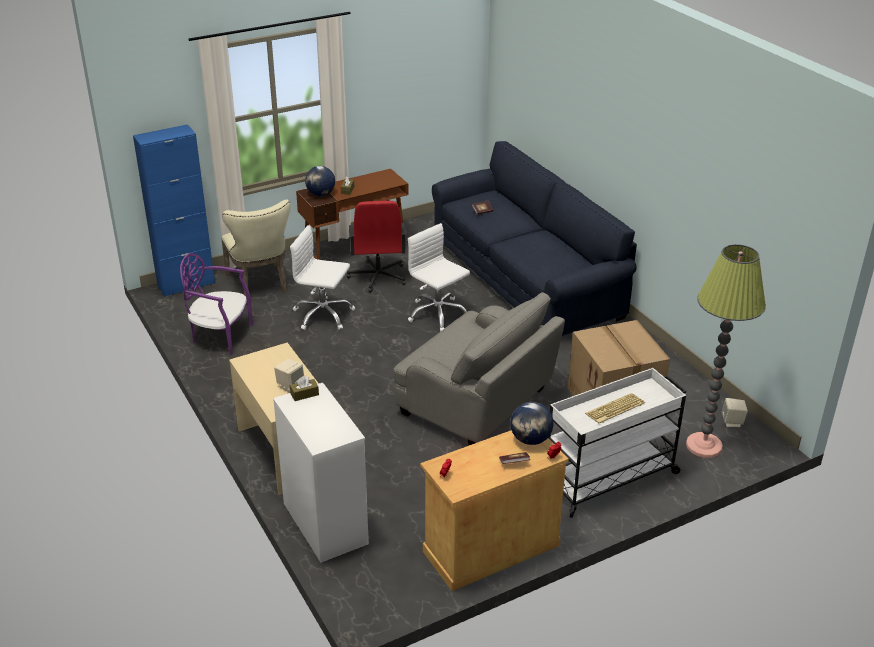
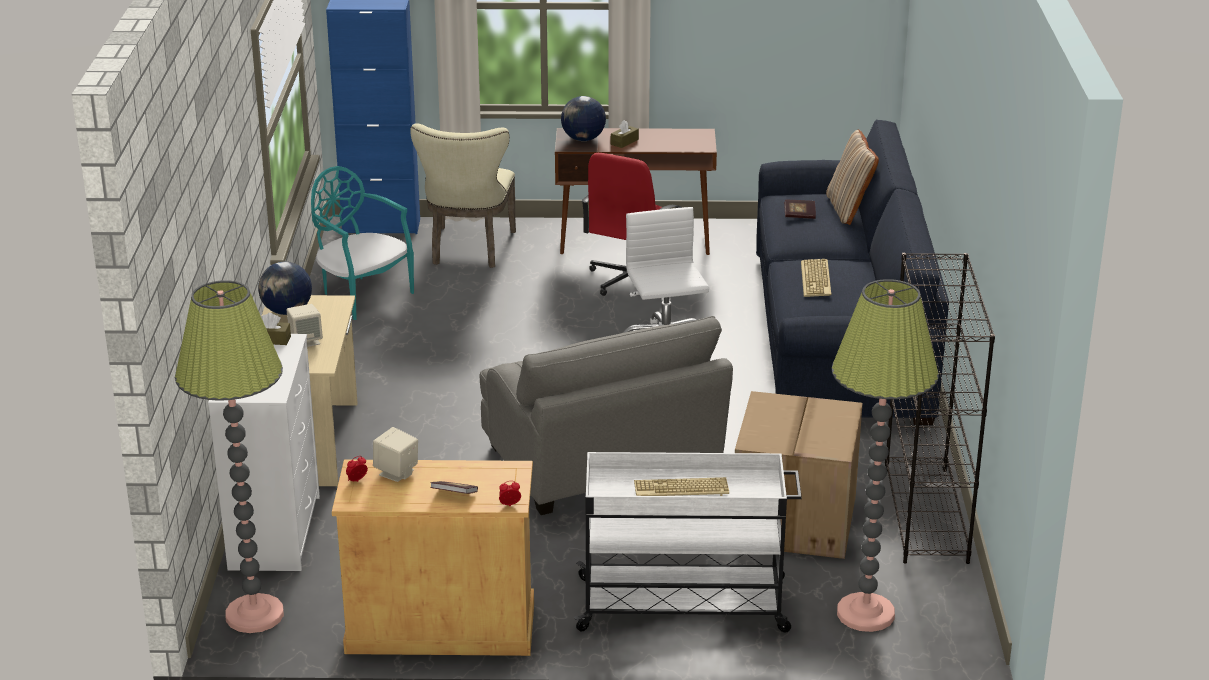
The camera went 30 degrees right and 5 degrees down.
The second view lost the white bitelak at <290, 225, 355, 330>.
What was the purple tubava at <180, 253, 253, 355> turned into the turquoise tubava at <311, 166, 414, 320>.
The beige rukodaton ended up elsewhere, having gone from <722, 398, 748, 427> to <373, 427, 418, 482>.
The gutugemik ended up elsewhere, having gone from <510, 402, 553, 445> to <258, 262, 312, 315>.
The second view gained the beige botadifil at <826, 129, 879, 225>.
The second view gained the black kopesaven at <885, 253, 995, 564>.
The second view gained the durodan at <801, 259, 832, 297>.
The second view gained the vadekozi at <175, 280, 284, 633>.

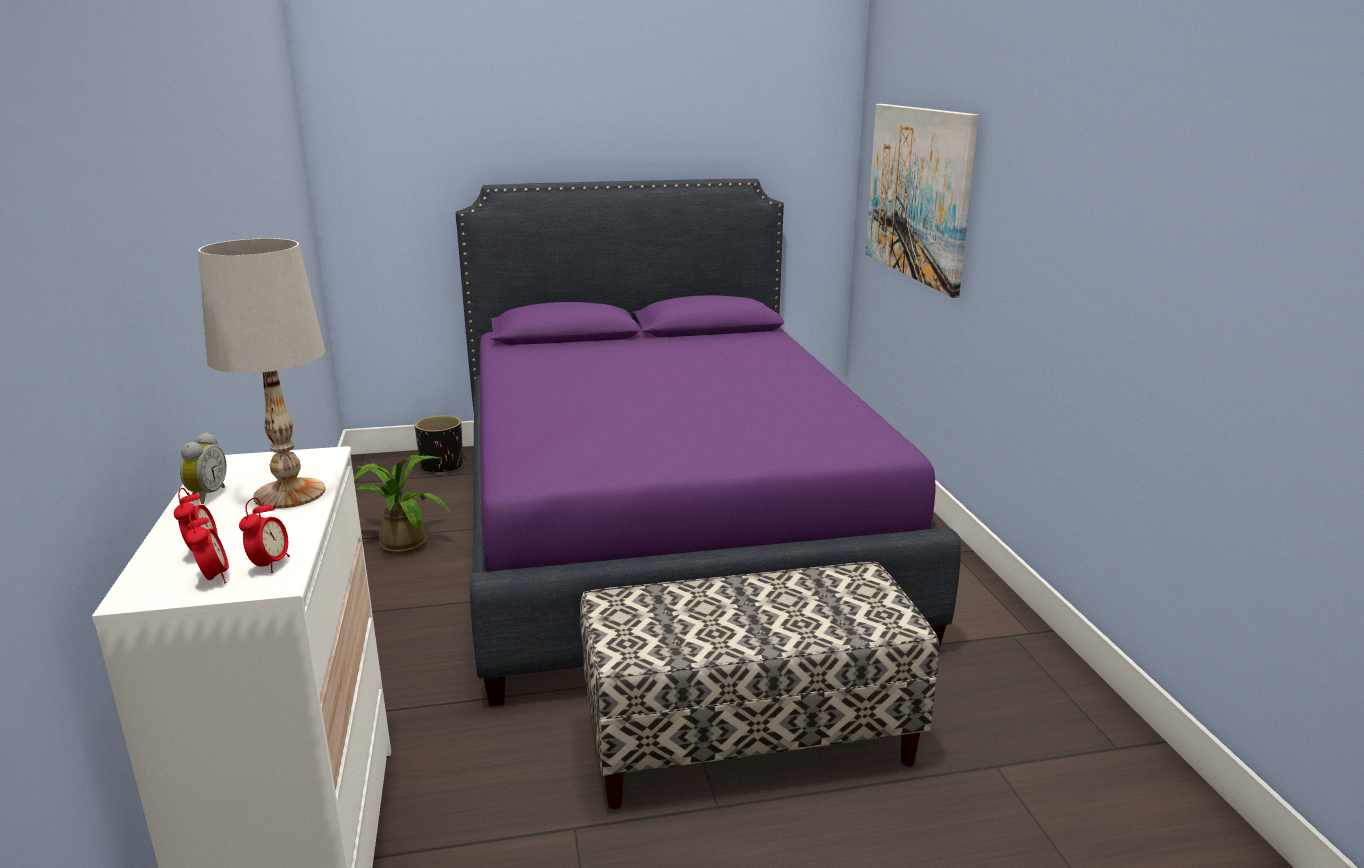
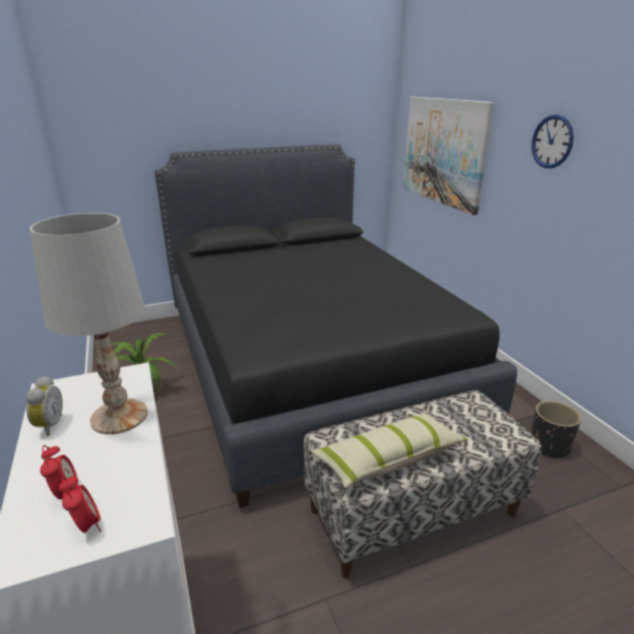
The camera went 10 degrees left and 5 degrees up.
What was the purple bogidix at <456, 179, 961, 706> turned into the black bogidix at <155, 144, 517, 508>.
The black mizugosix ended up elsewhere, having gone from <415, 415, 463, 475> to <531, 401, 581, 459>.
The second view lost the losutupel at <239, 498, 290, 573>.
The second view gained the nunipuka at <532, 114, 574, 168>.
The second view gained the botadifil at <311, 413, 468, 488>.

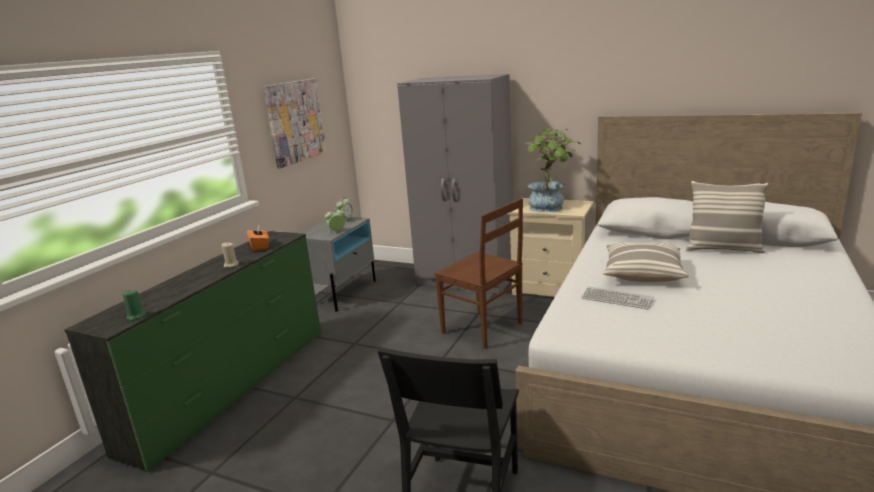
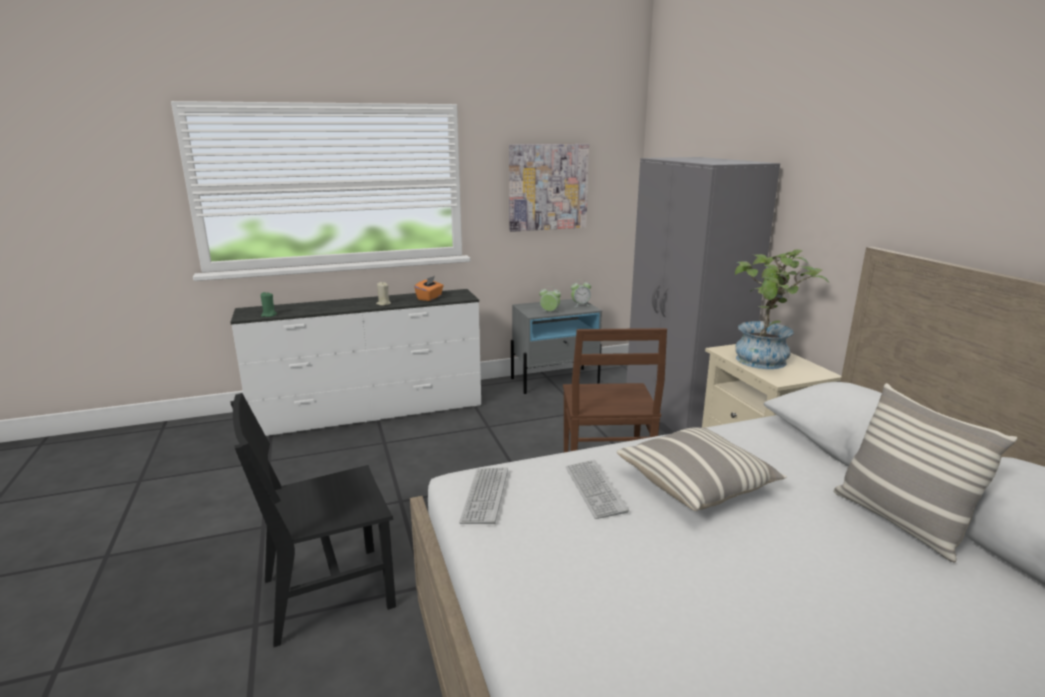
The camera went 45 degrees right and 0 degrees up.
What was the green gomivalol at <64, 231, 321, 473> turned into the white gomivalol at <231, 289, 481, 436>.
The second view gained the durodan at <459, 467, 508, 524>.

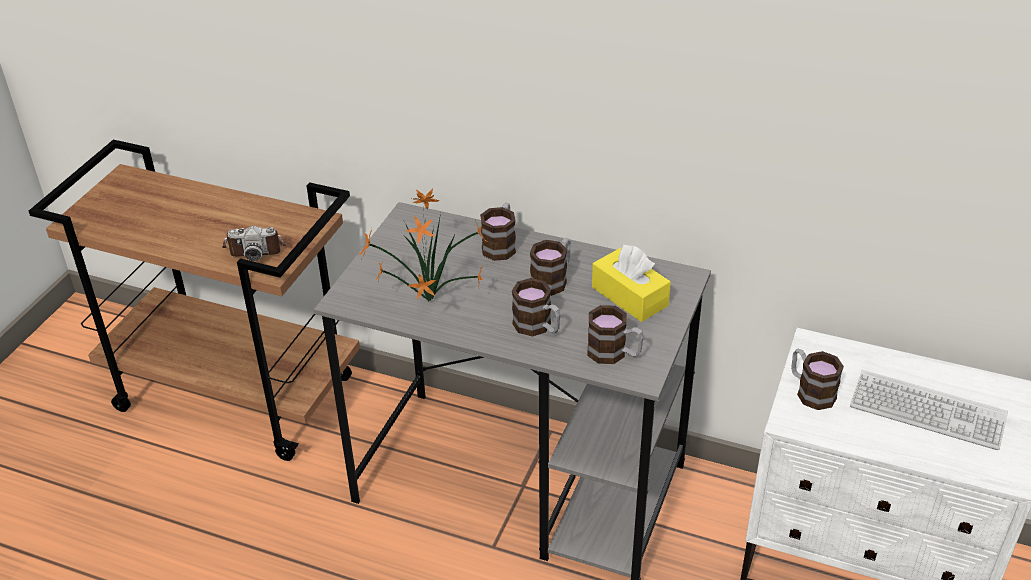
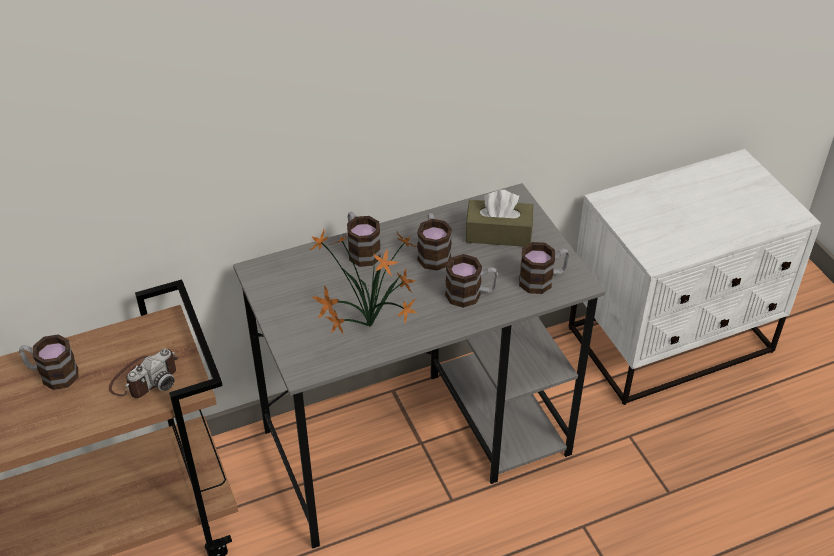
The camera went 45 degrees left and 5 degrees up.
What was the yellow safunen at <592, 245, 671, 322> turned into the brown safunen at <466, 190, 533, 247>.
The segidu ended up elsewhere, having gone from <791, 349, 844, 410> to <19, 334, 78, 390>.
The second view lost the durodan at <850, 370, 1008, 450>.

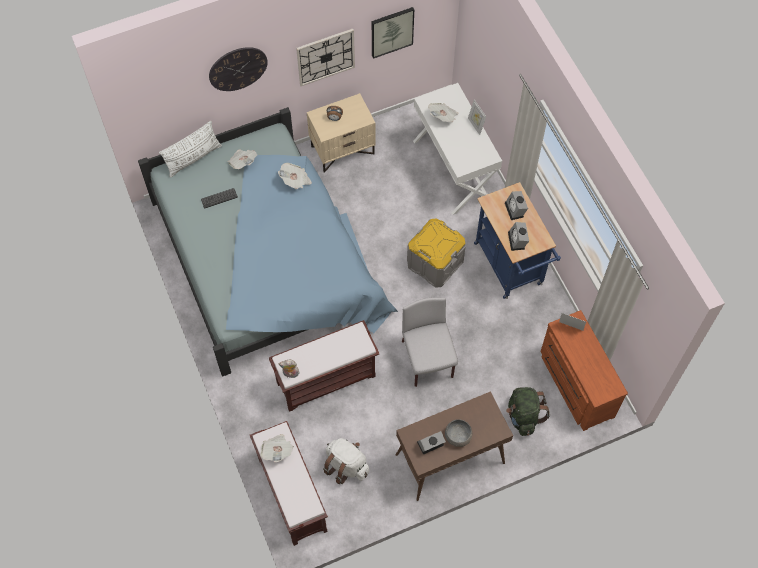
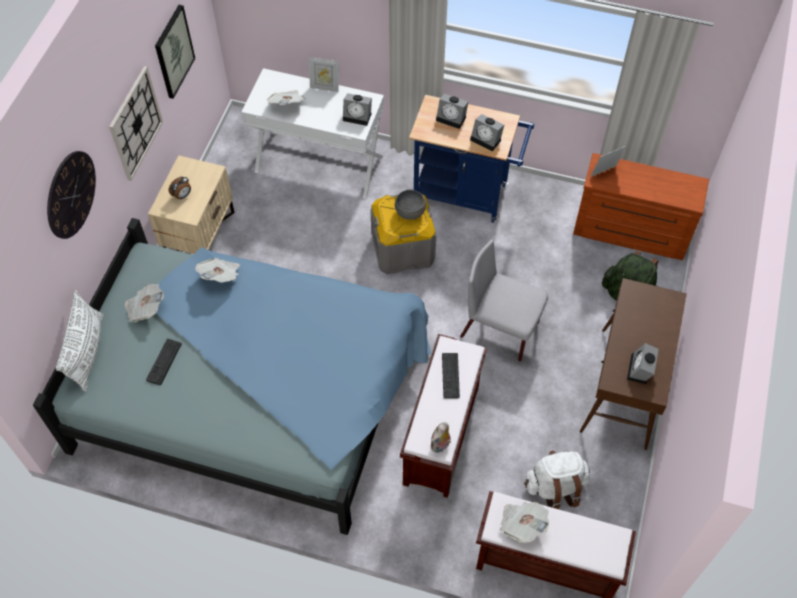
The camera went 50 degrees left and 5 degrees down.
The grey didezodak ended up elsewhere, having gone from <445, 419, 472, 447> to <395, 190, 426, 220>.
The second view gained the losutupel at <343, 93, 372, 126>.
The second view gained the durodan at <442, 353, 460, 399>.

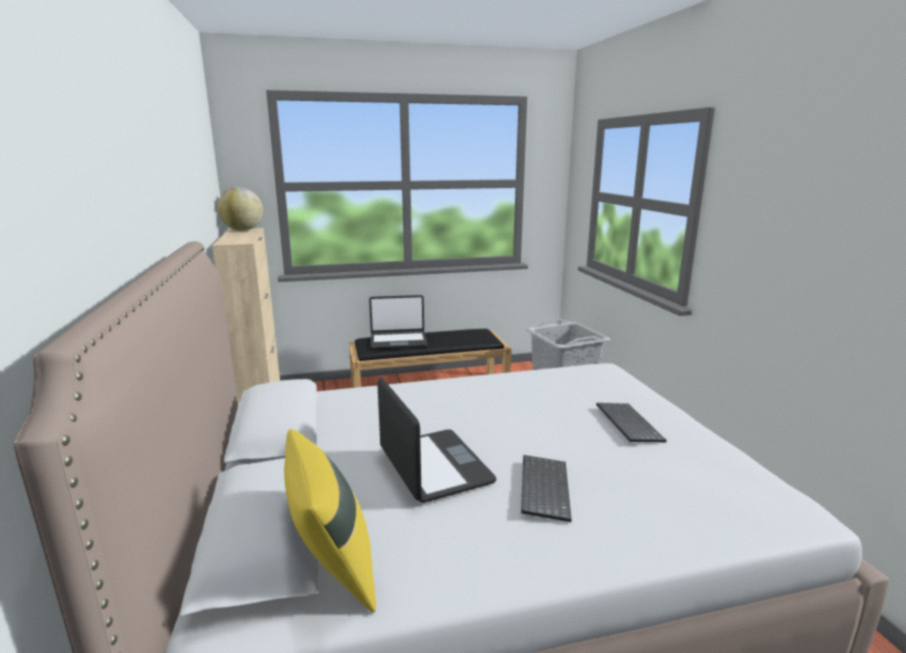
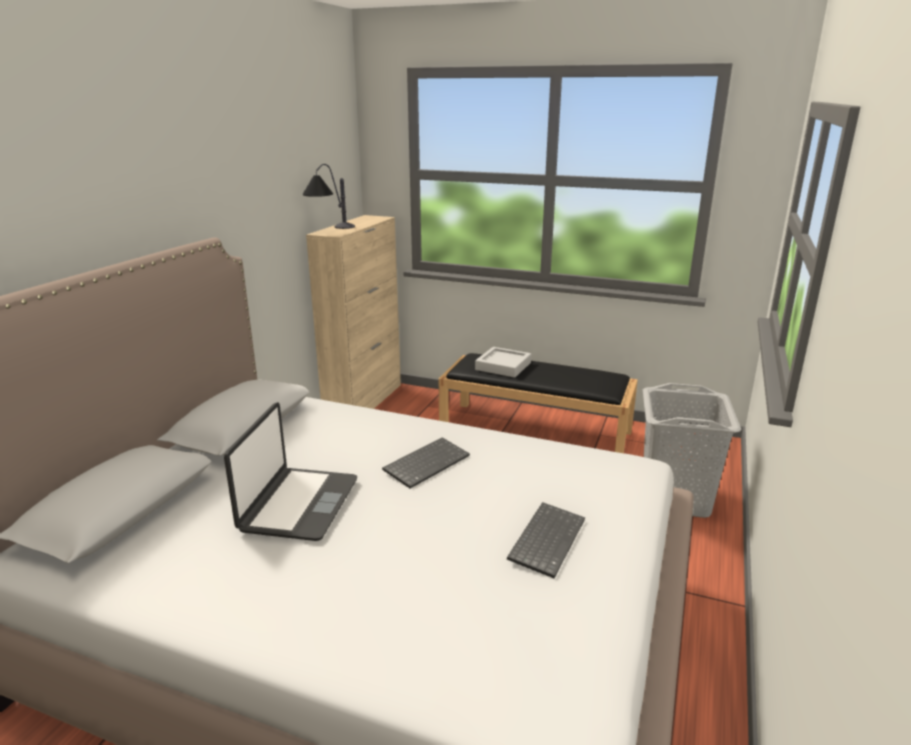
The camera went 35 degrees right and 5 degrees up.
The second view lost the gutugemik at <217, 187, 263, 231>.
Where the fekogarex stood at <369, 295, 428, 349>, the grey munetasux came to stand at <475, 347, 531, 378>.
The second view lost the yellow botadifil at <284, 429, 376, 613>.
The durodan ended up elsewhere, having gone from <521, 455, 572, 522> to <382, 437, 470, 488>.
The second view gained the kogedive at <303, 164, 355, 229>.

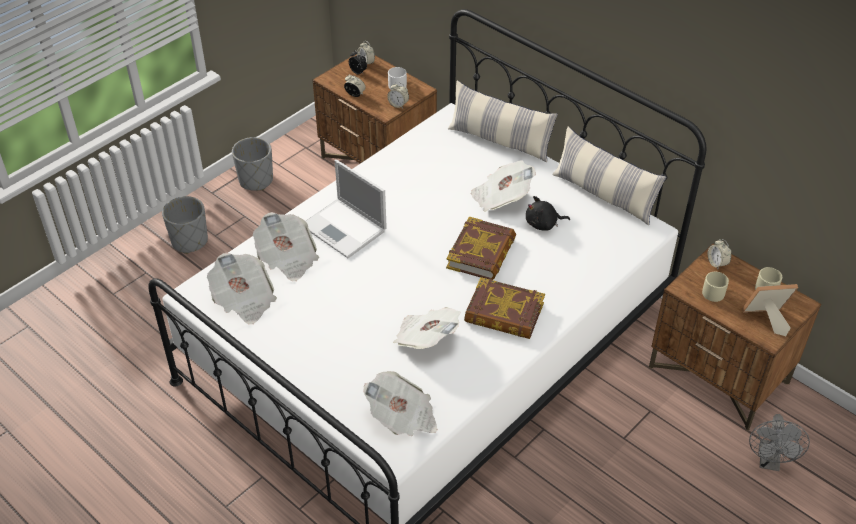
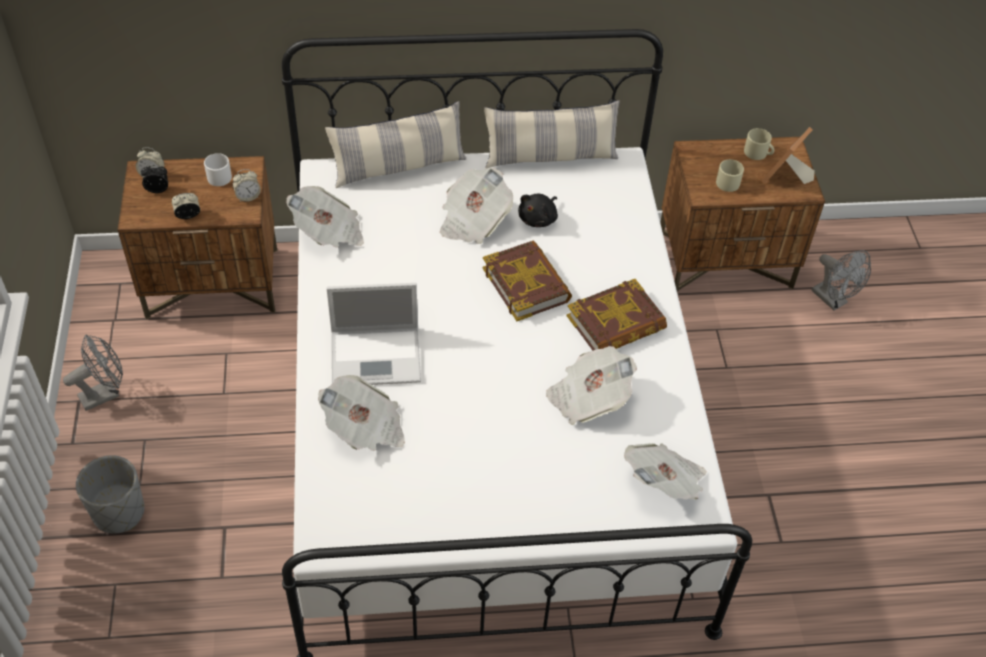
The camera went 50 degrees left and 5 degrees up.
Where the grey mizugosix stood at <232, 137, 273, 191>, the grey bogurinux came to stand at <63, 334, 123, 411>.
The second view lost the losutupel at <708, 239, 731, 269>.
The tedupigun ended up elsewhere, having gone from <207, 252, 277, 324> to <286, 186, 364, 248>.

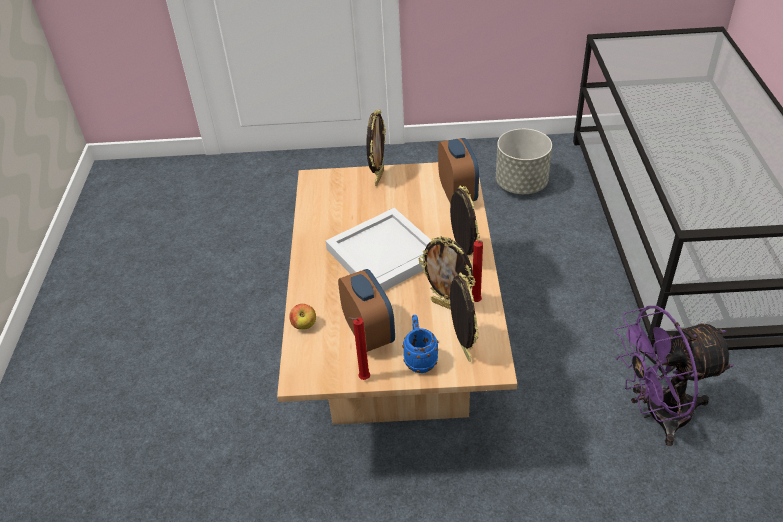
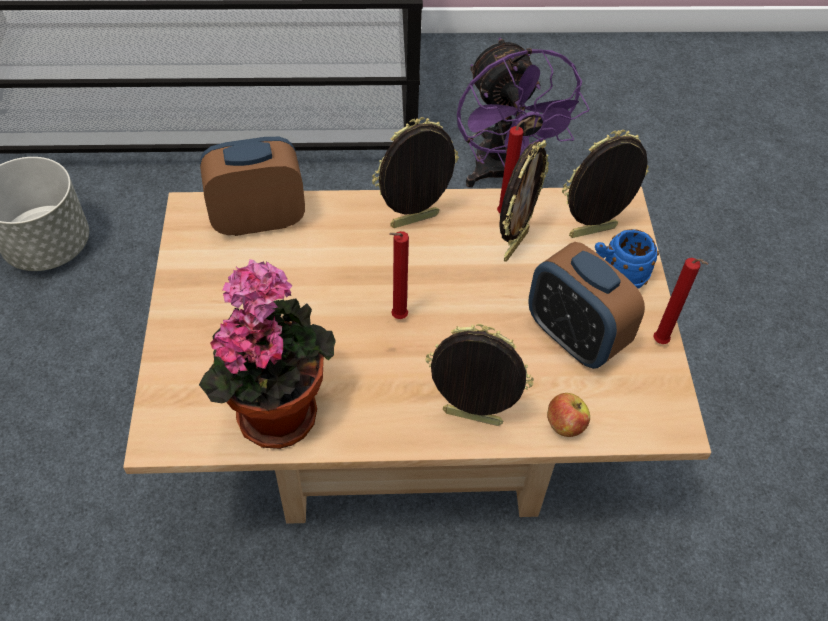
The camera went 95 degrees left and 10 degrees up.
The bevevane ended up elsewhere, having gone from <366, 109, 386, 186> to <425, 324, 534, 426>.
Where the white munetasux stood at <326, 208, 432, 291>, the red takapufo came to stand at <389, 231, 409, 319>.
The losutupel at <338, 269, 395, 352> ended up facing another way, 105 degrees counterclockwise from before.
The second view gained the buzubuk at <199, 259, 336, 449>.

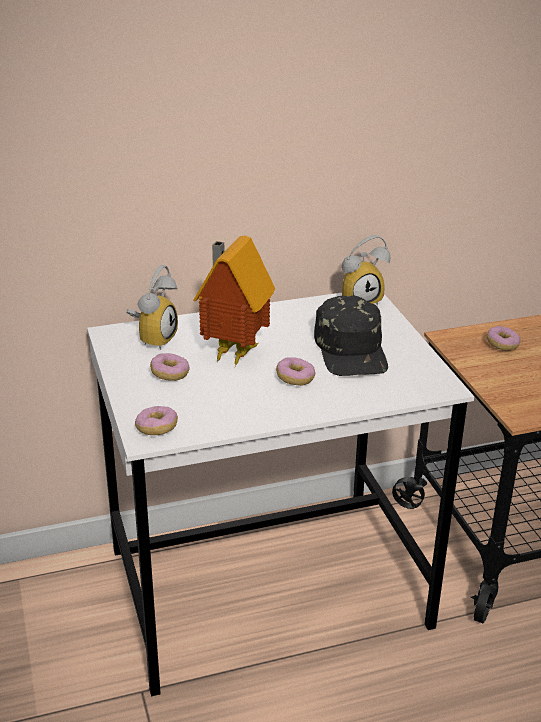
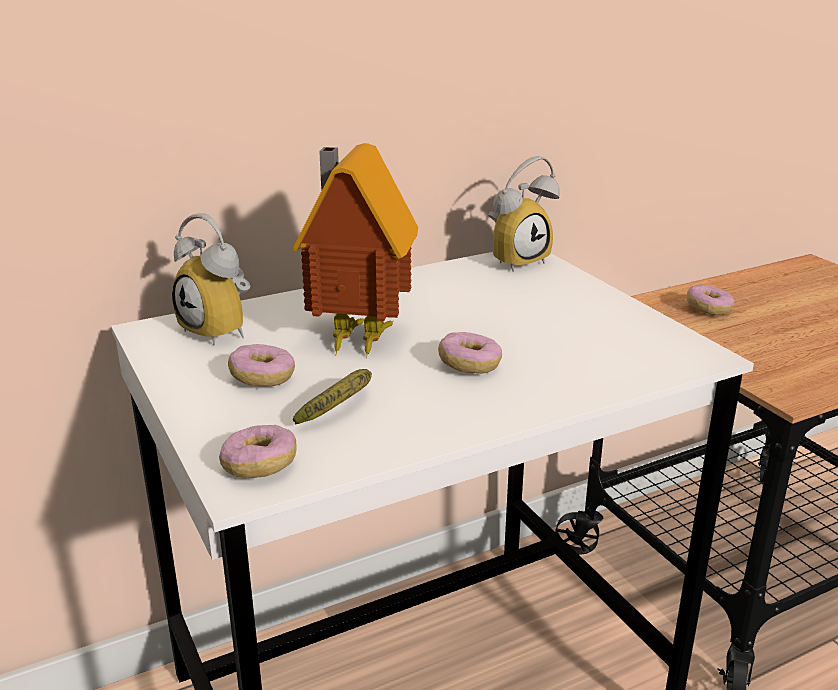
The camera went 10 degrees left and 5 degrees down.
The losutupel at <126, 265, 178, 350> ended up facing another way, 120 degrees clockwise from before.
The second view lost the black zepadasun at <314, 295, 388, 376>.
The second view gained the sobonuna at <293, 369, 372, 424>.

